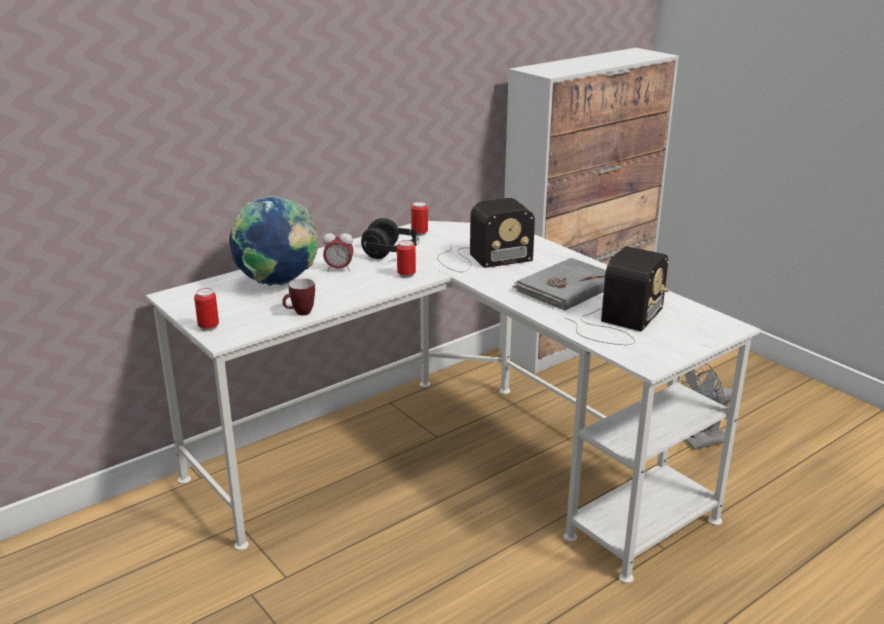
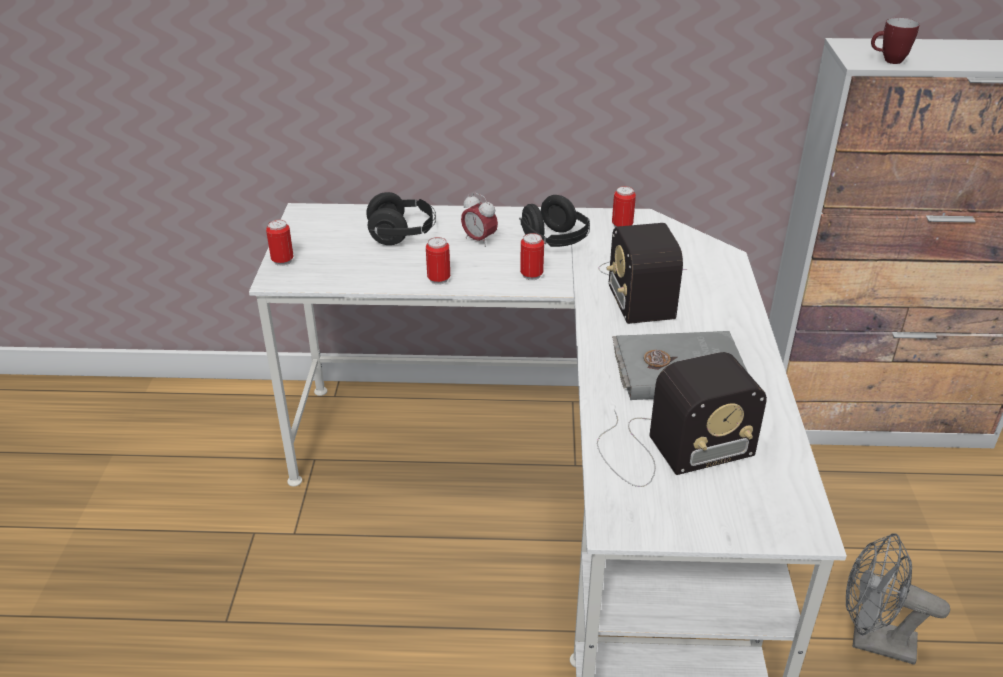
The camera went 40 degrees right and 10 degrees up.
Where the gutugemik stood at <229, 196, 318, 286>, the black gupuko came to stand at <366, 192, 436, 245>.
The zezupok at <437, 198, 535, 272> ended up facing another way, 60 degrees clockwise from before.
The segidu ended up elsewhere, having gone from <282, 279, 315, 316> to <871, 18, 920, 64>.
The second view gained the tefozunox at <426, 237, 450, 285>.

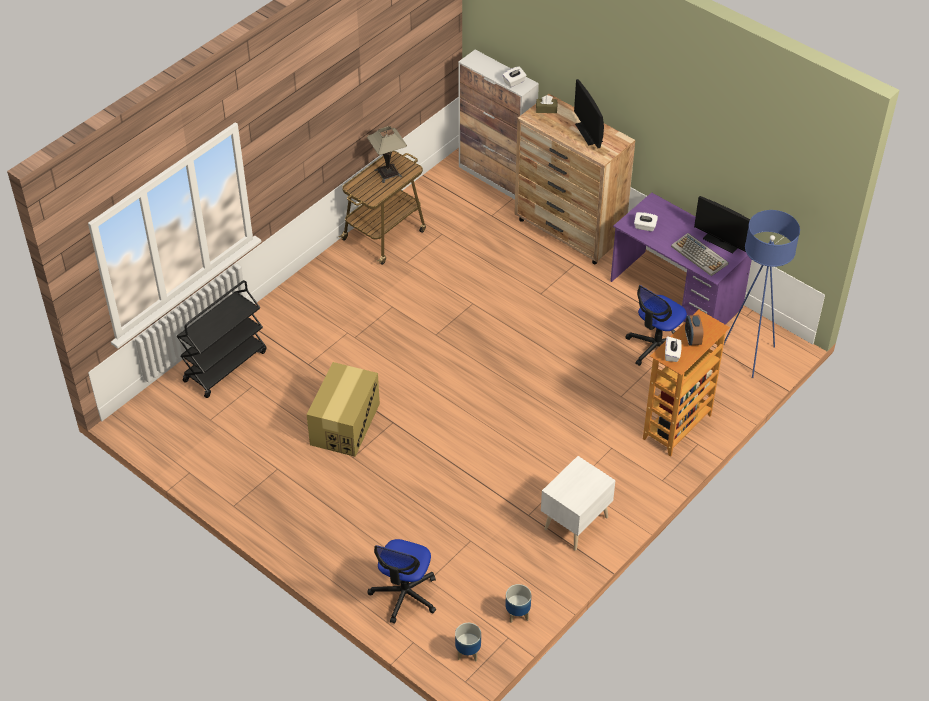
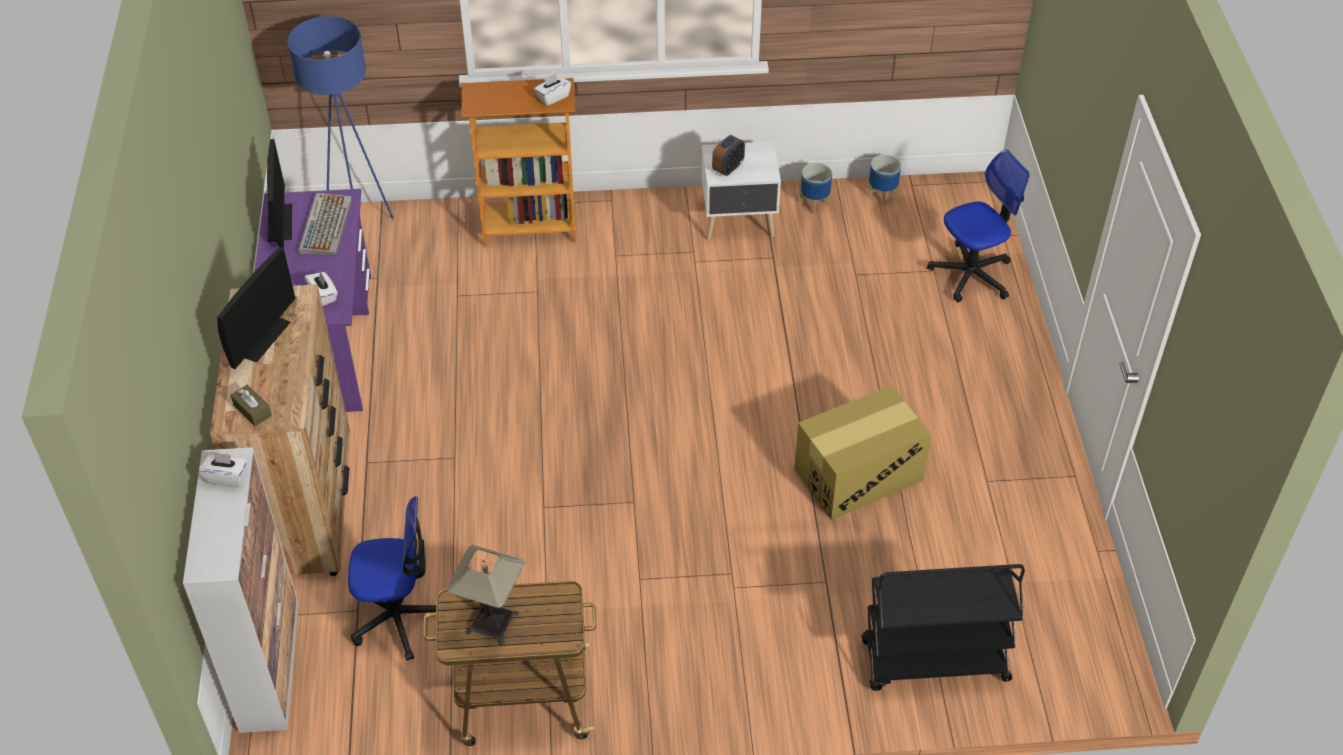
The camera went 135 degrees left and 0 degrees up.
The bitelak ended up elsewhere, having gone from <626, 285, 687, 366> to <348, 496, 436, 661>.
The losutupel ended up elsewhere, having gone from <685, 315, 703, 346> to <712, 135, 745, 176>.
The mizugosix ended up elsewhere, having gone from <455, 623, 481, 661> to <800, 163, 832, 214>.

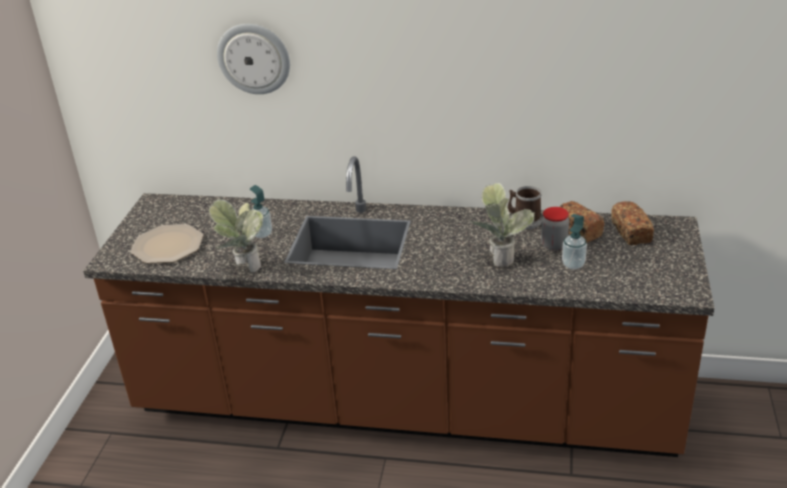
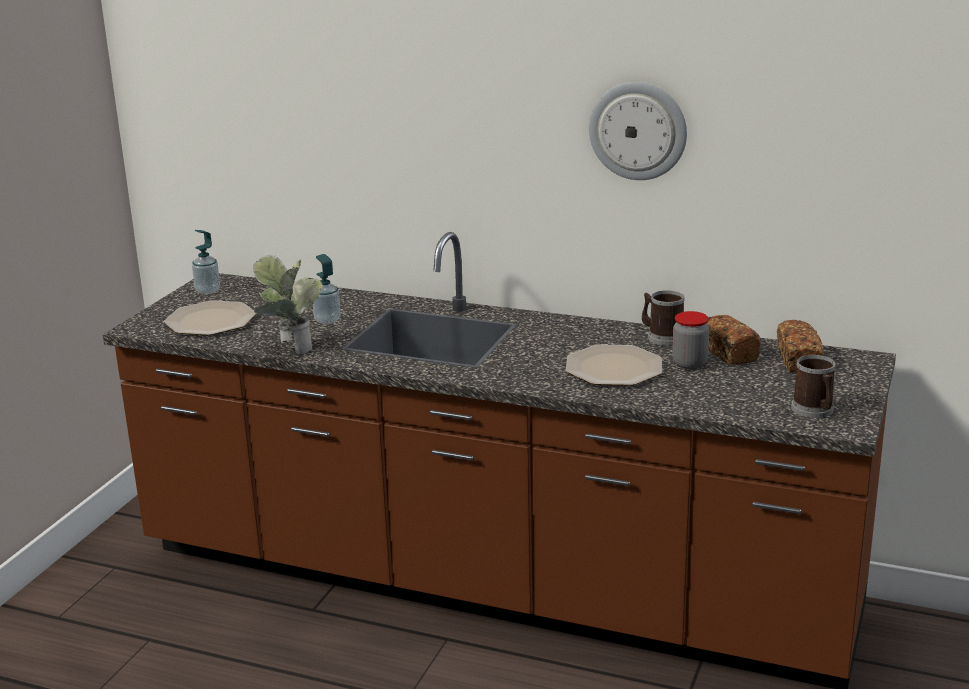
The camera went 10 degrees right and 10 degrees down.
The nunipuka ended up elsewhere, having gone from <217, 24, 290, 94> to <589, 82, 687, 180>.
Where the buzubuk stood at <469, 183, 534, 267>, the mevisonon came to stand at <566, 344, 662, 386>.
The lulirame ended up elsewhere, having gone from <562, 214, 587, 269> to <192, 230, 220, 294>.
The second view gained the segidu at <791, 355, 836, 418>.

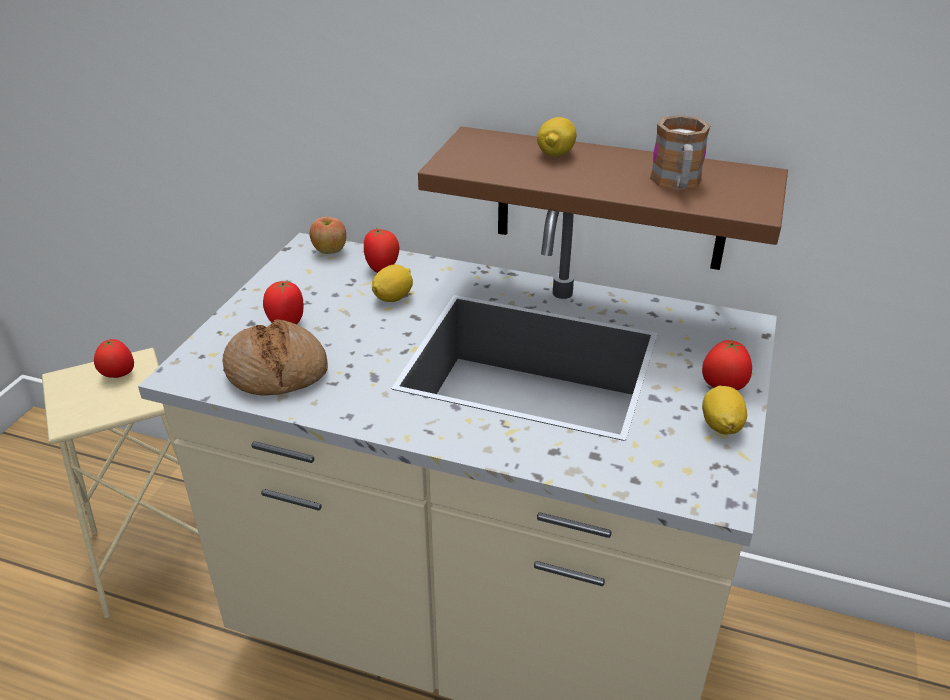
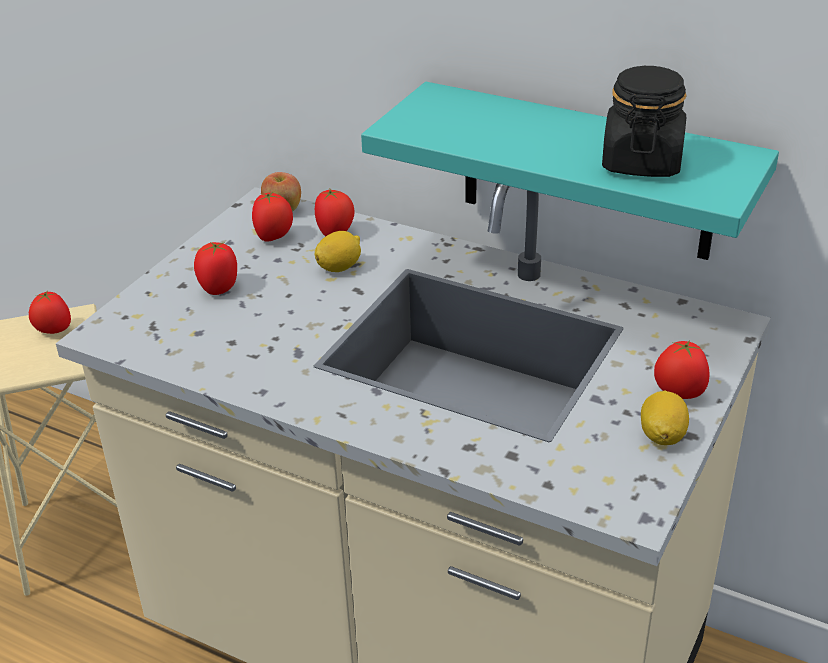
The camera went 10 degrees right and 0 degrees up.
Where the segidu stood at <650, 115, 711, 191>, the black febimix came to stand at <602, 66, 687, 177>.
The second view lost the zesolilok at <537, 117, 576, 157>.
What was the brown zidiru at <418, 127, 788, 270> turned into the turquoise zidiru at <361, 82, 779, 260>.
The second view lost the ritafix at <223, 319, 328, 396>.
The second view gained the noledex at <252, 192, 293, 242>.

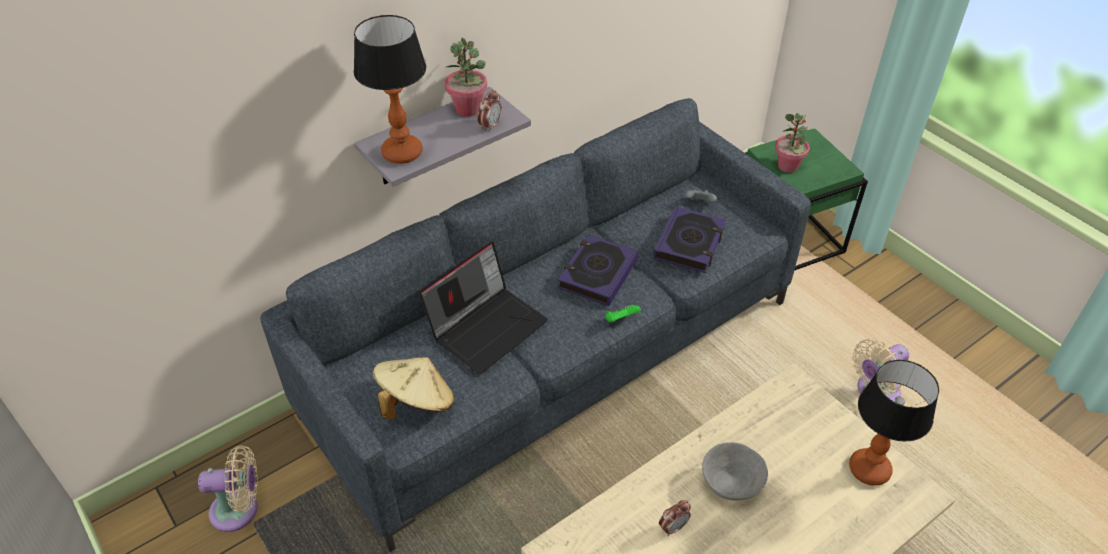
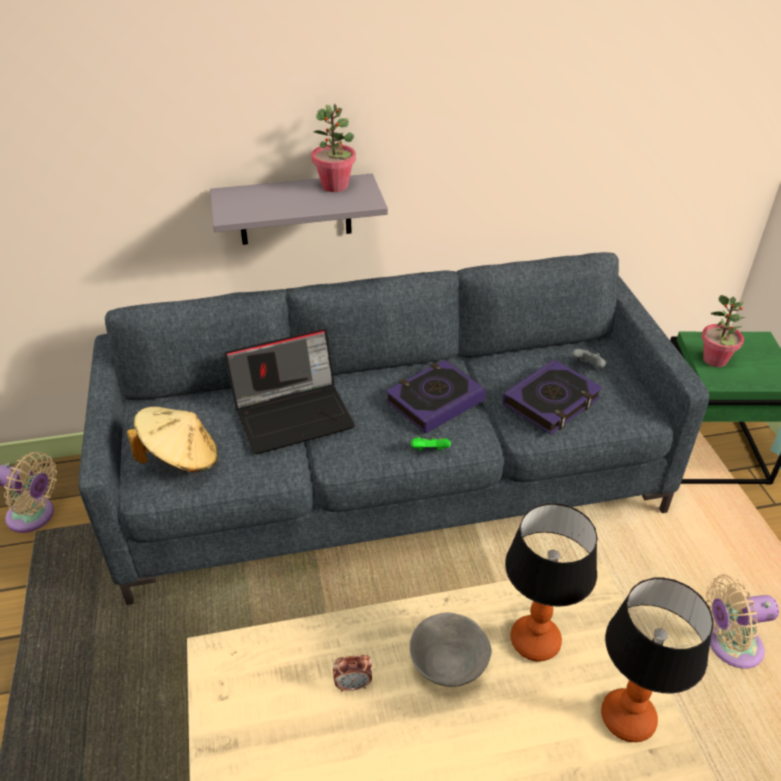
The camera went 25 degrees right and 5 degrees down.
The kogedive ended up elsewhere, having gone from <354, 15, 426, 164> to <505, 503, 598, 661>.
The second view lost the losutupel at <477, 90, 502, 132>.

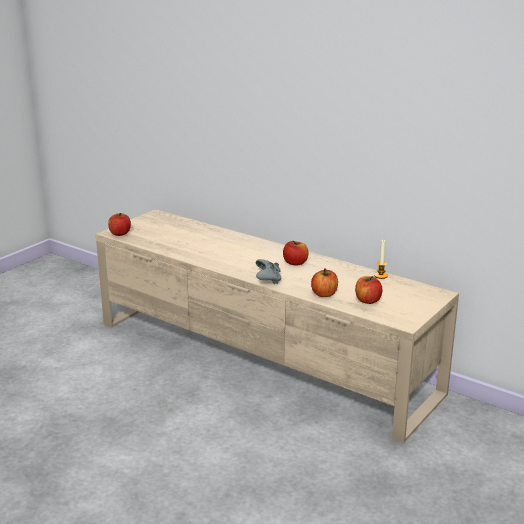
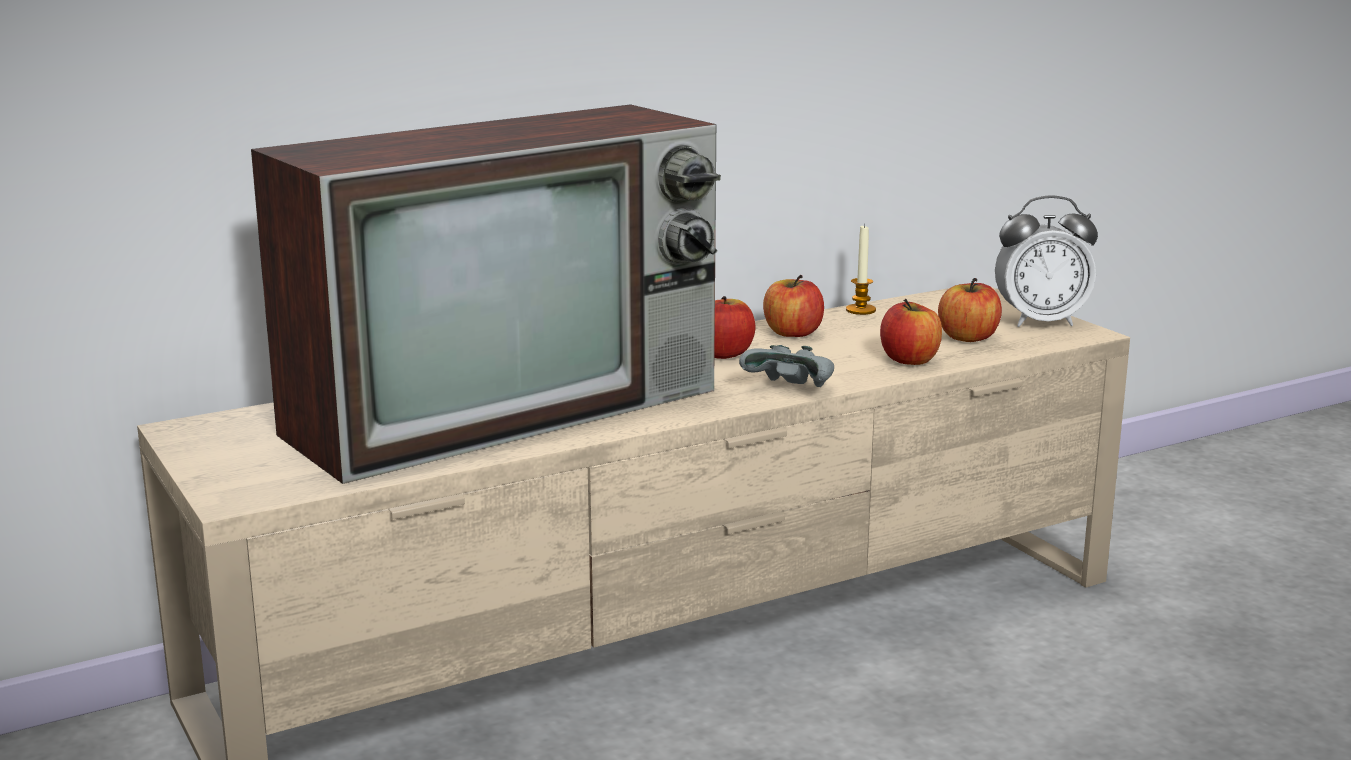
The camera went 65 degrees left and 5 degrees down.
The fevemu ended up elsewhere, having gone from <108, 213, 131, 236> to <763, 275, 824, 337>.
The second view gained the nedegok at <251, 104, 721, 484>.
The second view gained the losutupel at <995, 195, 1098, 327>.

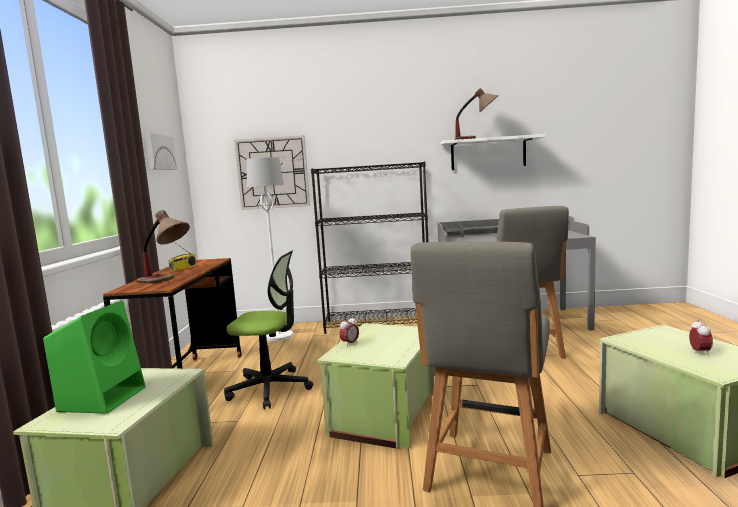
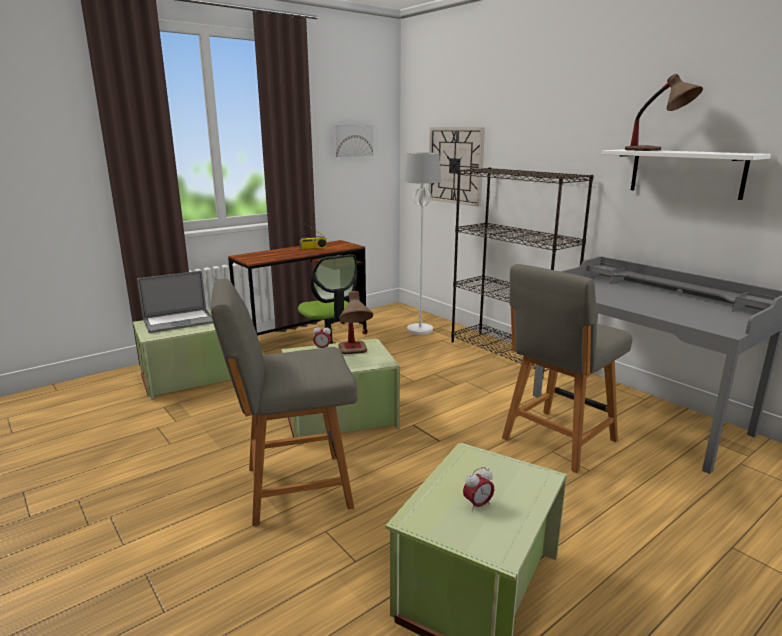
The camera went 50 degrees right and 10 degrees up.
The kogedive ended up elsewhere, having gone from <137, 210, 190, 284> to <338, 291, 373, 354>.
Where the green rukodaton stood at <43, 301, 146, 414>, the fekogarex came to stand at <137, 271, 213, 333>.

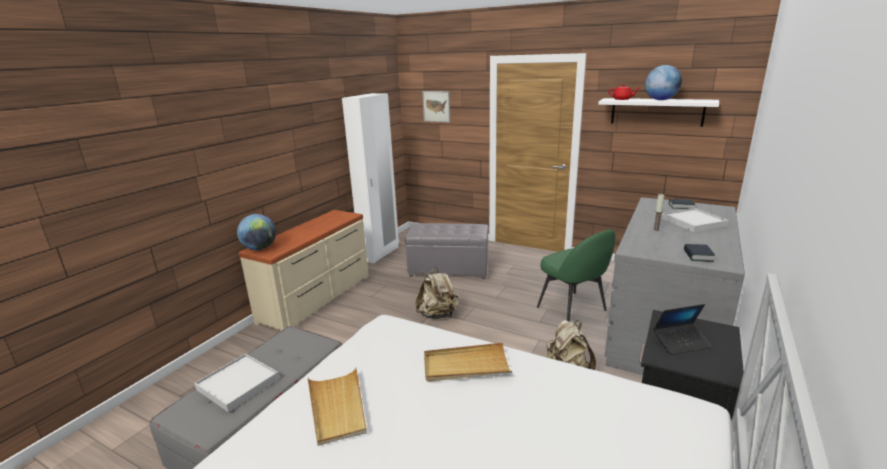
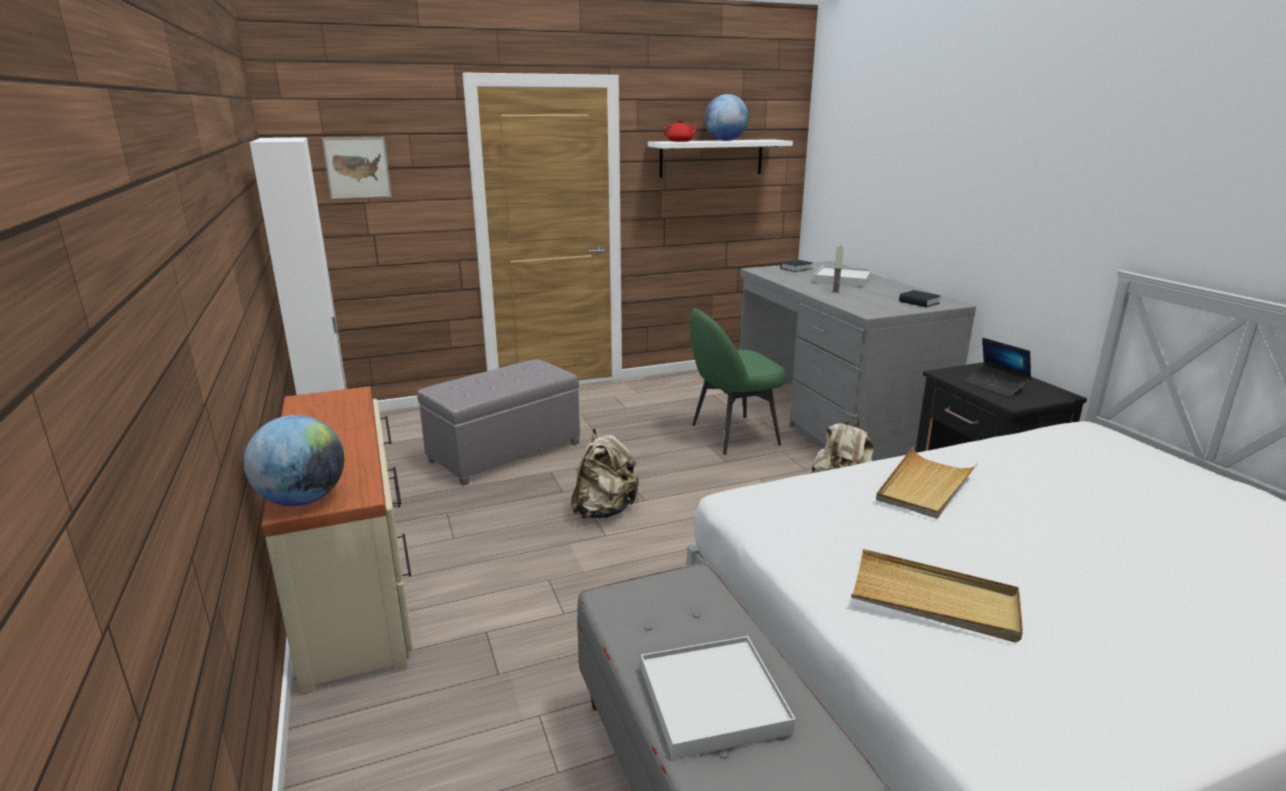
The camera went 50 degrees left and 0 degrees up.
The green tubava at <537, 229, 615, 322> ended up facing another way, 150 degrees clockwise from before.
The fekogarex at <653, 304, 711, 355> ended up facing another way, 120 degrees clockwise from before.

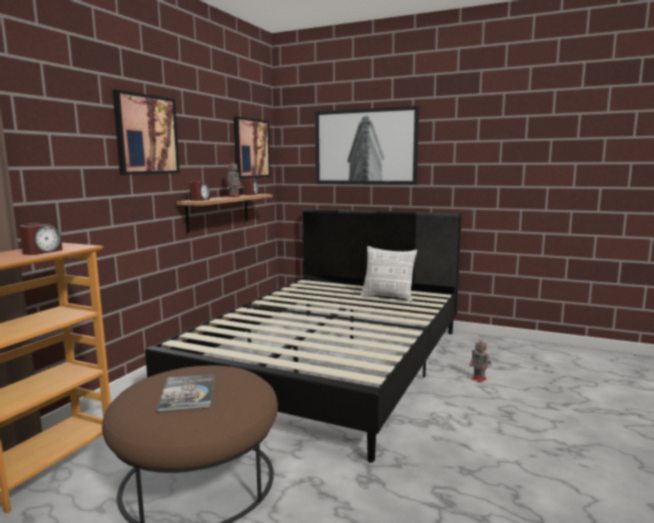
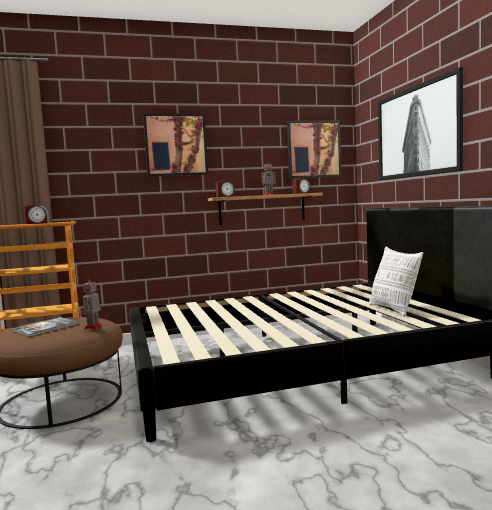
The camera went 50 degrees right and 5 degrees down.
The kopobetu ended up elsewhere, having gone from <469, 338, 491, 382> to <81, 277, 103, 329>.

